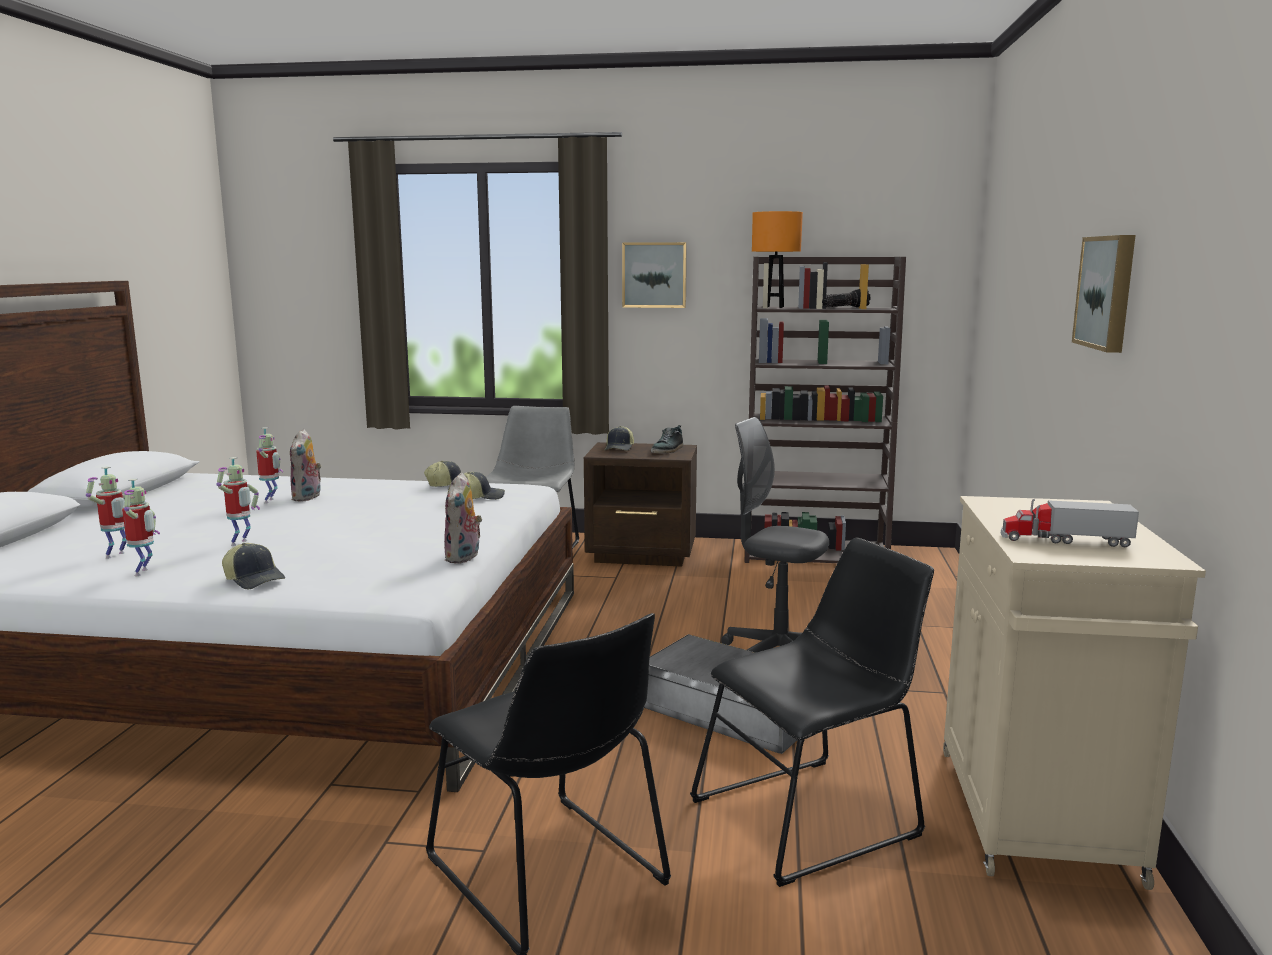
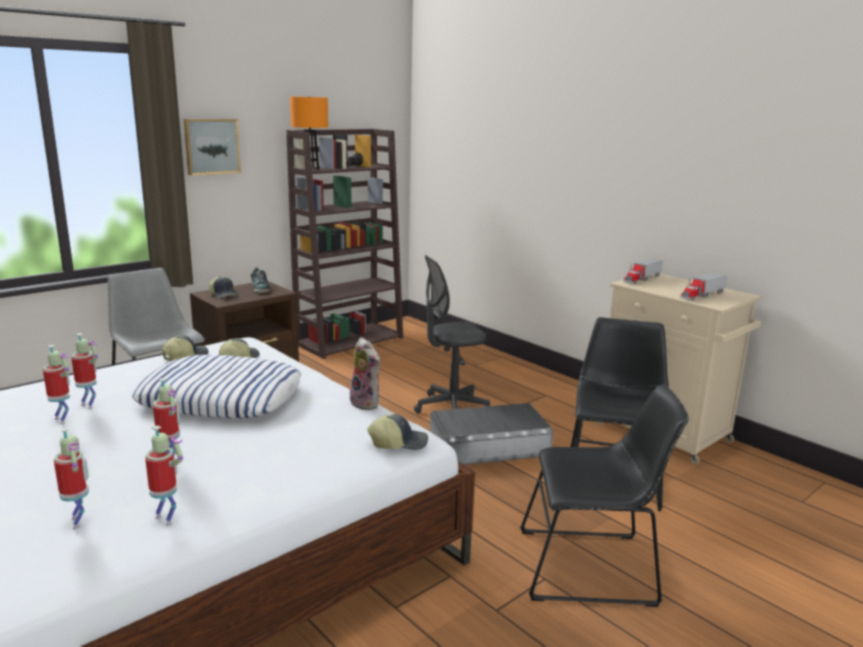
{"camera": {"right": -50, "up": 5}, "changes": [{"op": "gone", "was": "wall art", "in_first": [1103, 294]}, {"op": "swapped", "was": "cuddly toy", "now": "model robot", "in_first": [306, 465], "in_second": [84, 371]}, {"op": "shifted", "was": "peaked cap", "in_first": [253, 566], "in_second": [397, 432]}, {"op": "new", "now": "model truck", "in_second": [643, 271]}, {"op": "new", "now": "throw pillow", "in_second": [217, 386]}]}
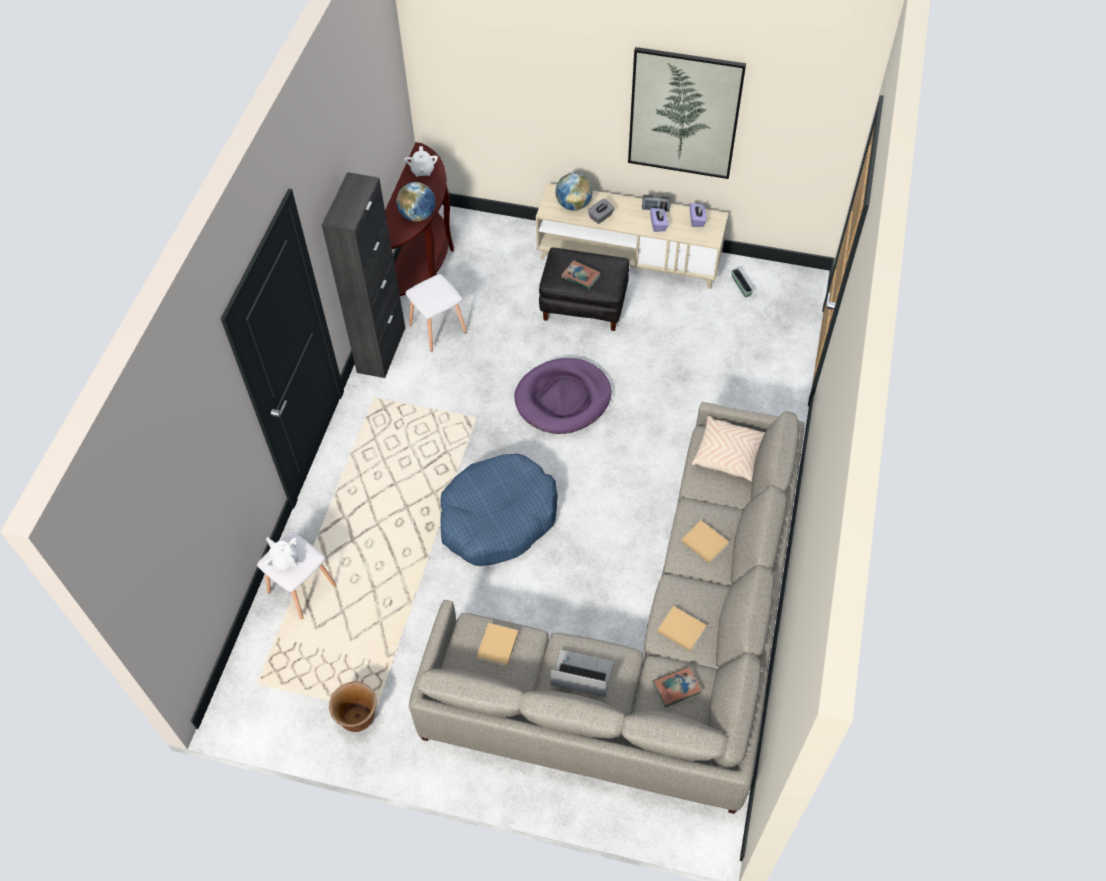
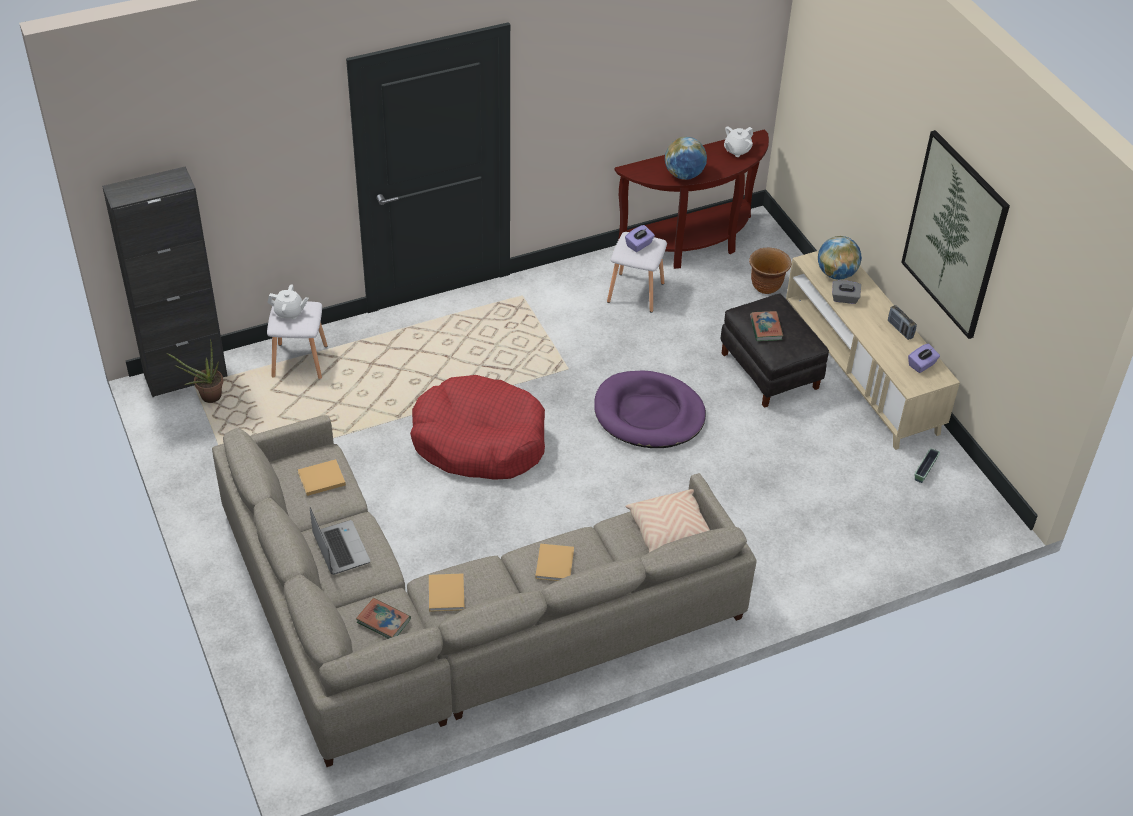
{"camera": {"right": 50, "up": -10}, "changes": [{"op": "shifted", "was": "black cupboard", "in_first": [363, 275], "in_second": [164, 281]}, {"op": "shifted", "was": "purplish tissue holder", "in_first": [659, 220], "in_second": [640, 238]}, {"op": "repainted", "was": "blue pet bed", "now": "reddish pet bed", "in_first": [499, 510], "in_second": [477, 427]}, {"op": "rotated", "was": "white-coloured pot for tea", "in_first": [282, 554], "in_second": [287, 301], "clockwise": 90}, {"op": "shifted", "was": "brown-coloured plant pot", "in_first": [353, 706], "in_second": [770, 270]}, {"op": "new", "now": "plant in a pot", "in_second": [195, 371]}]}
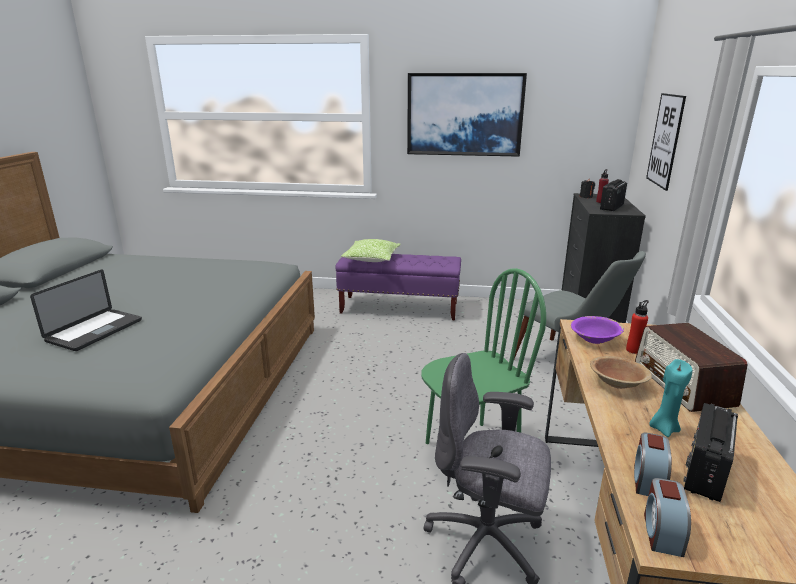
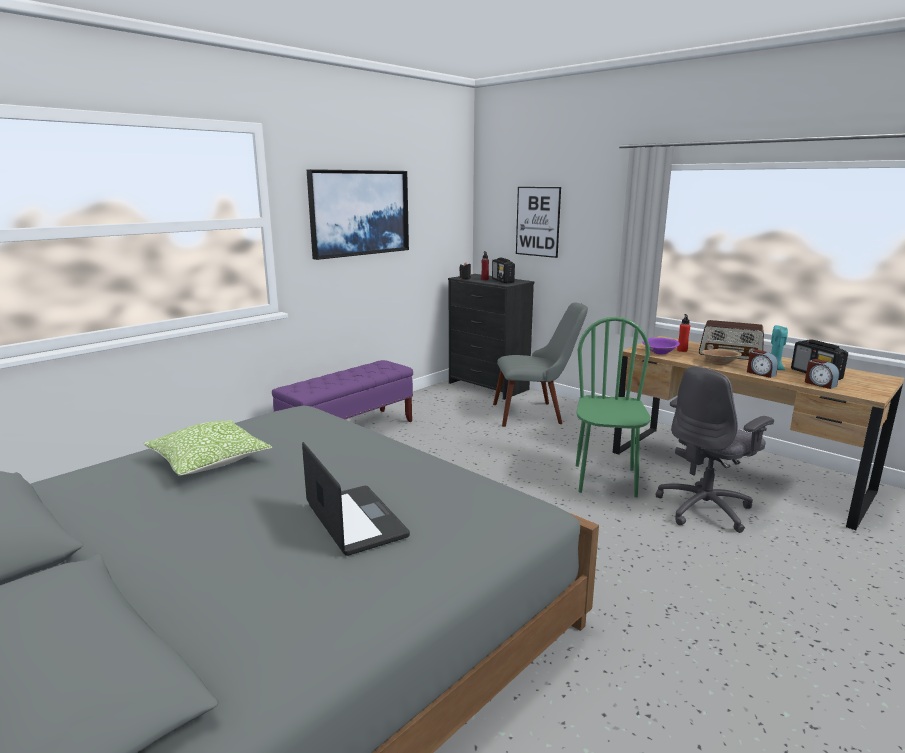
{"camera": {"right": -55, "up": -5}, "changes": [{"op": "shifted", "was": "throw pillow", "in_first": [371, 250], "in_second": [207, 448]}, {"op": "shifted", "was": "alarm clock", "in_first": [667, 517], "in_second": [762, 364]}]}
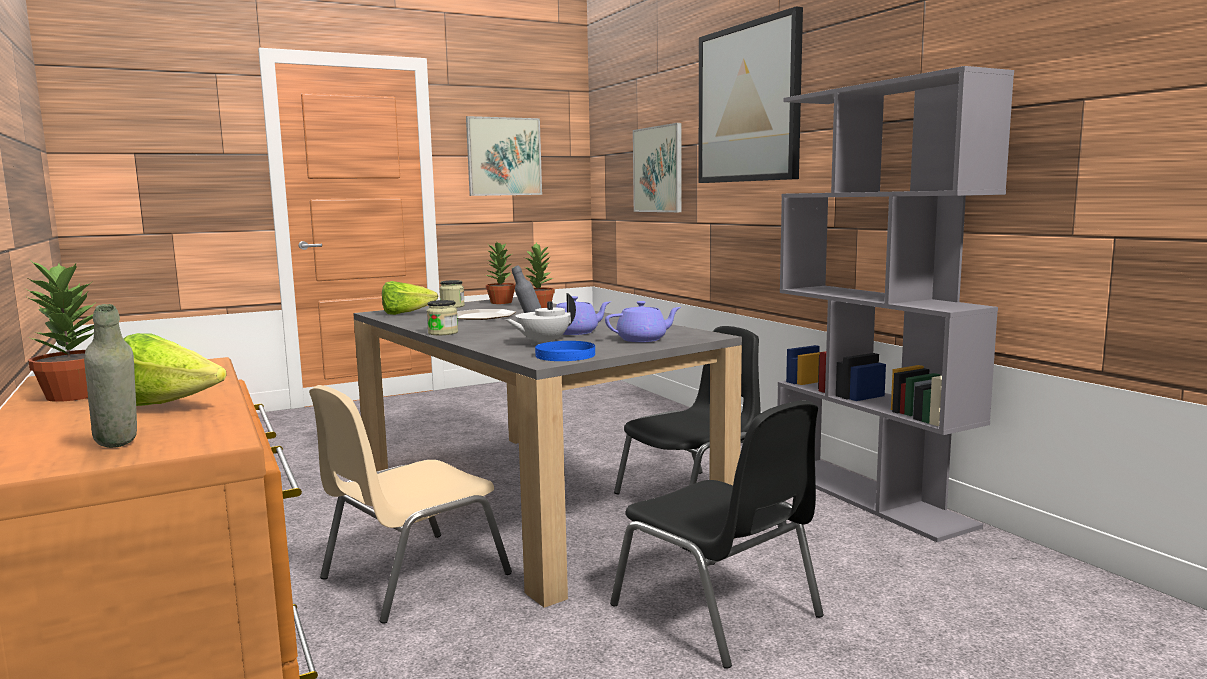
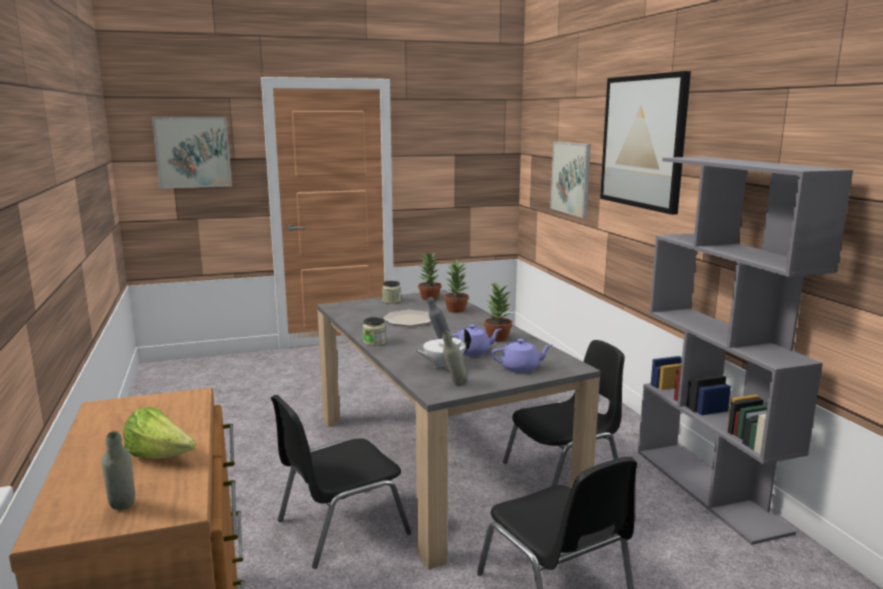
{"camera": {"right": 10, "up": 5}, "changes": [{"op": "shifted", "was": "wall art", "in_first": [504, 156], "in_second": [192, 153]}, {"op": "shifted", "was": "plant in a pot", "in_first": [60, 330], "in_second": [498, 311]}, {"op": "gone", "was": "head of lettuce", "in_first": [410, 298]}, {"op": "swapped", "was": "blue dinner plate", "now": "gray bottle", "in_first": [565, 351], "in_second": [455, 358]}, {"op": "repainted", "was": "sand-coloured chair", "now": "black chair", "in_first": [410, 504], "in_second": [341, 482]}]}
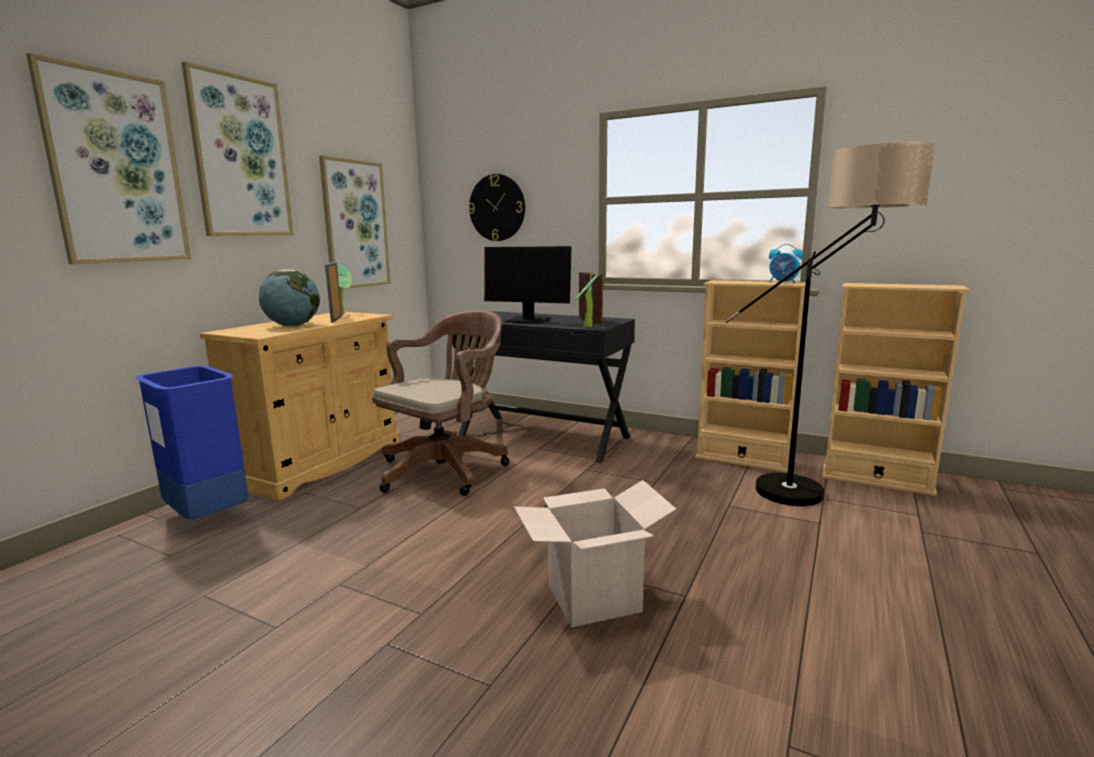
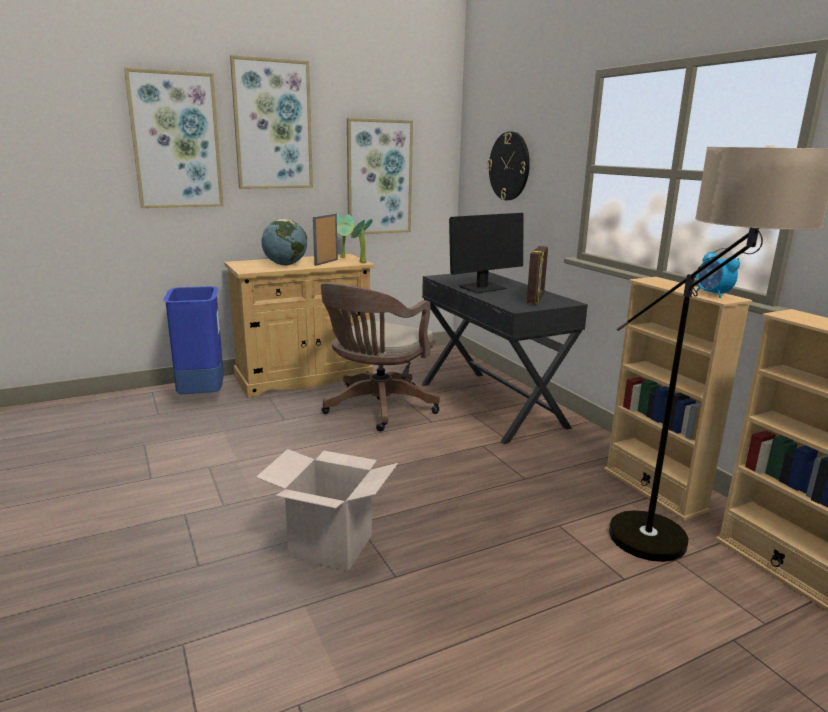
{"camera": {"right": 35, "up": 5}, "changes": [{"op": "rotated", "was": "computer display", "in_first": [527, 285], "in_second": [486, 253], "clockwise": -90}, {"op": "shifted", "was": "plant in a pot", "in_first": [587, 301], "in_second": [362, 241]}, {"op": "rotated", "was": "brown-coloured desk chair", "in_first": [440, 403], "in_second": [380, 357], "clockwise": 135}]}
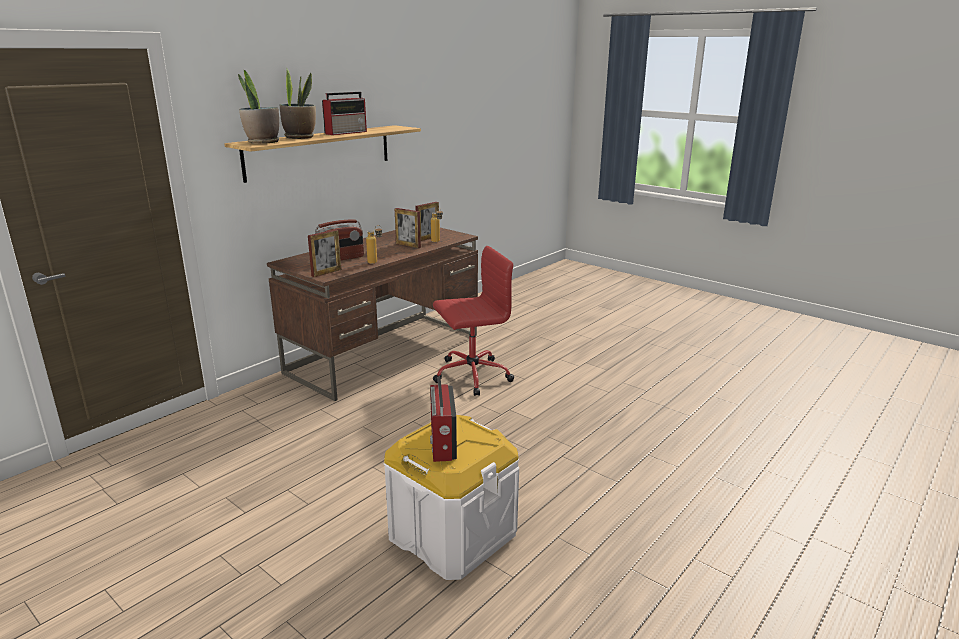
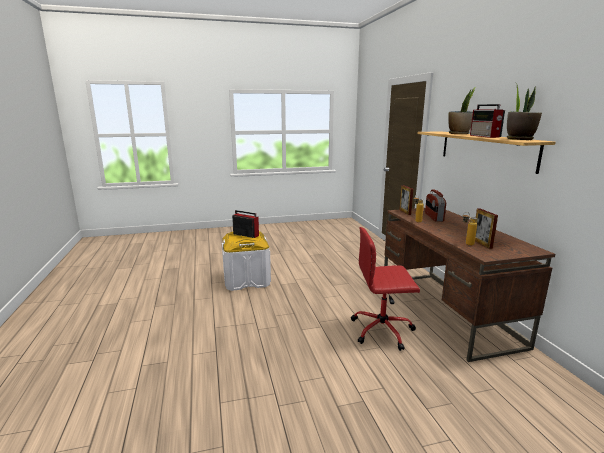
{"camera": {"right": 125, "up": -5}, "changes": [{"op": "shifted", "was": "plant in a pot", "in_first": [258, 106], "in_second": [524, 111]}, {"op": "gone", "was": "photo frame", "in_first": [408, 228]}, {"op": "rotated", "was": "reddish desk chair", "in_first": [473, 321], "in_second": [385, 289], "clockwise": 75}]}
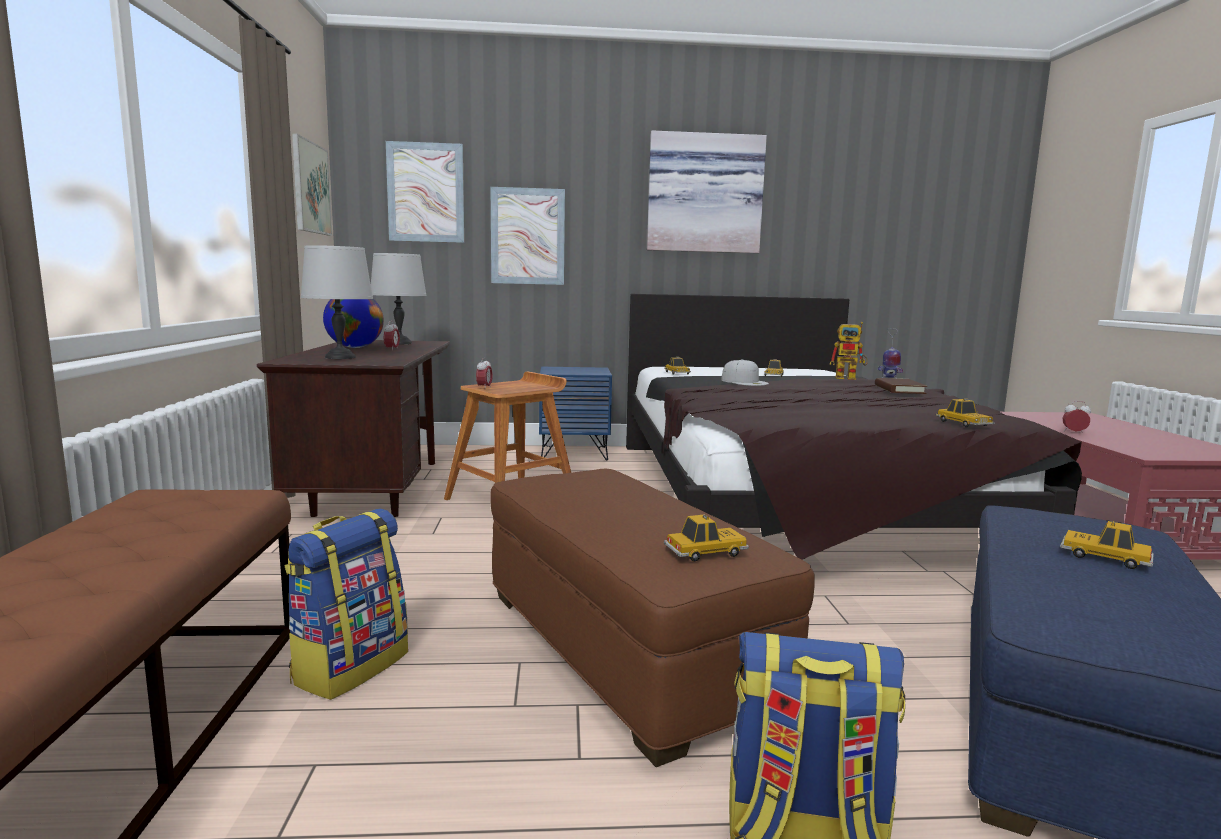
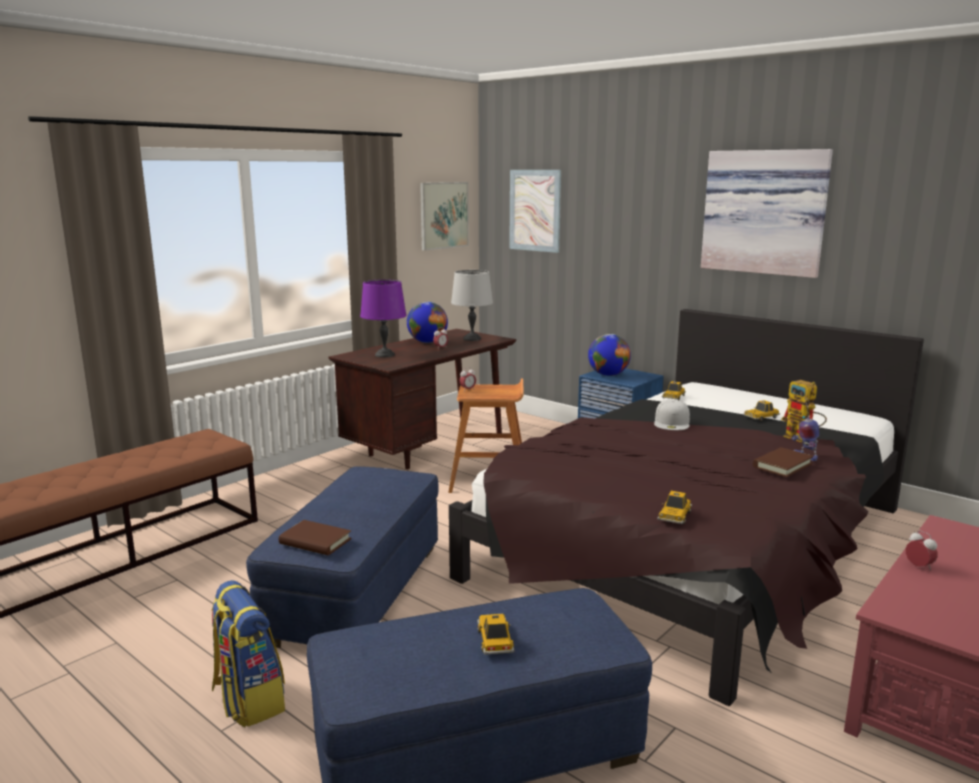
{"camera": {"right": 45, "up": 5}, "changes": [{"op": "gone", "was": "wall art", "in_first": [528, 236]}, {"op": "repainted", "was": "gray tabletop lamp", "now": "purplish tabletop lamp", "in_first": [337, 302], "in_second": [383, 318]}, {"op": "repainted", "was": "brown-coloured ottoman", "now": "blue ottoman", "in_first": [652, 618], "in_second": [342, 557]}, {"op": "gone", "was": "backpack", "in_first": [346, 604]}, {"op": "swapped", "was": "miniature car", "now": "brown-coloured bound book", "in_first": [706, 538], "in_second": [315, 537]}, {"op": "new", "now": "desk globe", "in_second": [609, 355]}]}
